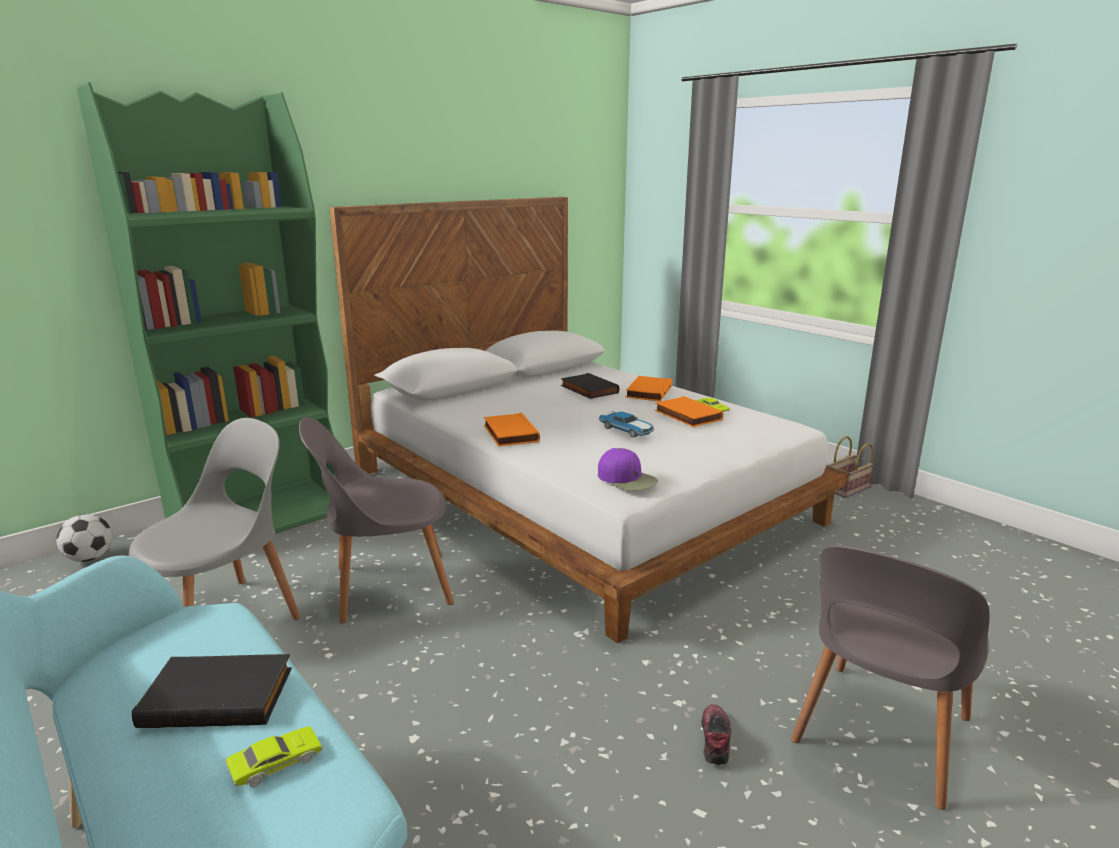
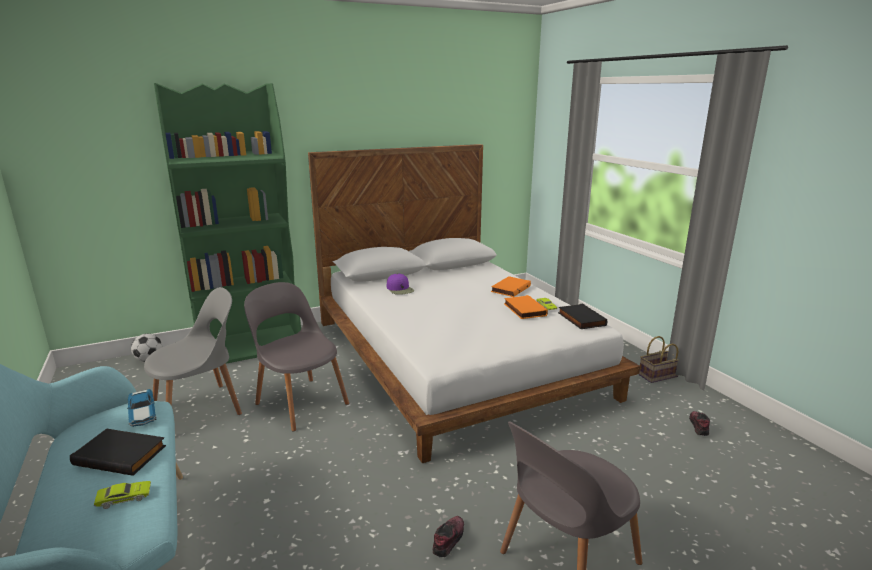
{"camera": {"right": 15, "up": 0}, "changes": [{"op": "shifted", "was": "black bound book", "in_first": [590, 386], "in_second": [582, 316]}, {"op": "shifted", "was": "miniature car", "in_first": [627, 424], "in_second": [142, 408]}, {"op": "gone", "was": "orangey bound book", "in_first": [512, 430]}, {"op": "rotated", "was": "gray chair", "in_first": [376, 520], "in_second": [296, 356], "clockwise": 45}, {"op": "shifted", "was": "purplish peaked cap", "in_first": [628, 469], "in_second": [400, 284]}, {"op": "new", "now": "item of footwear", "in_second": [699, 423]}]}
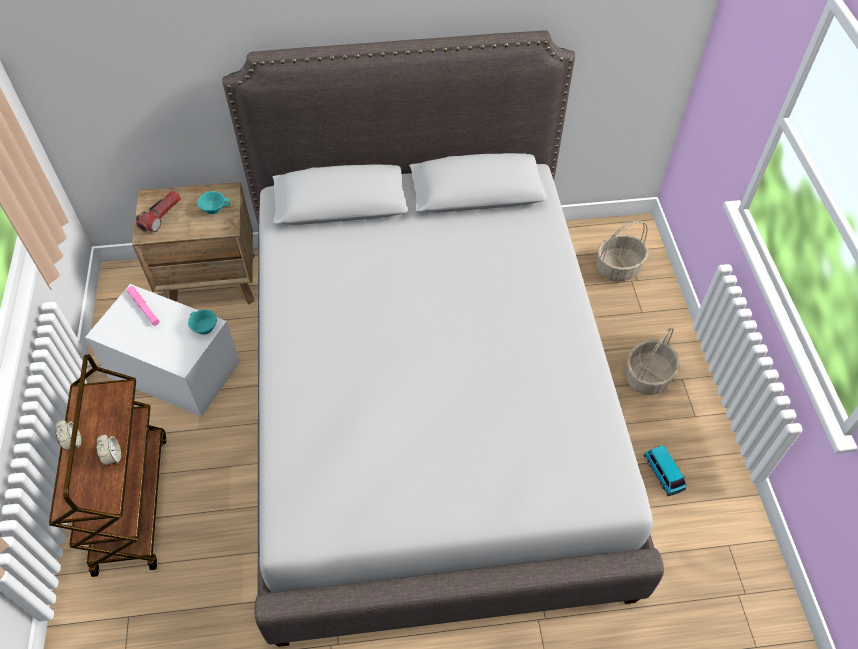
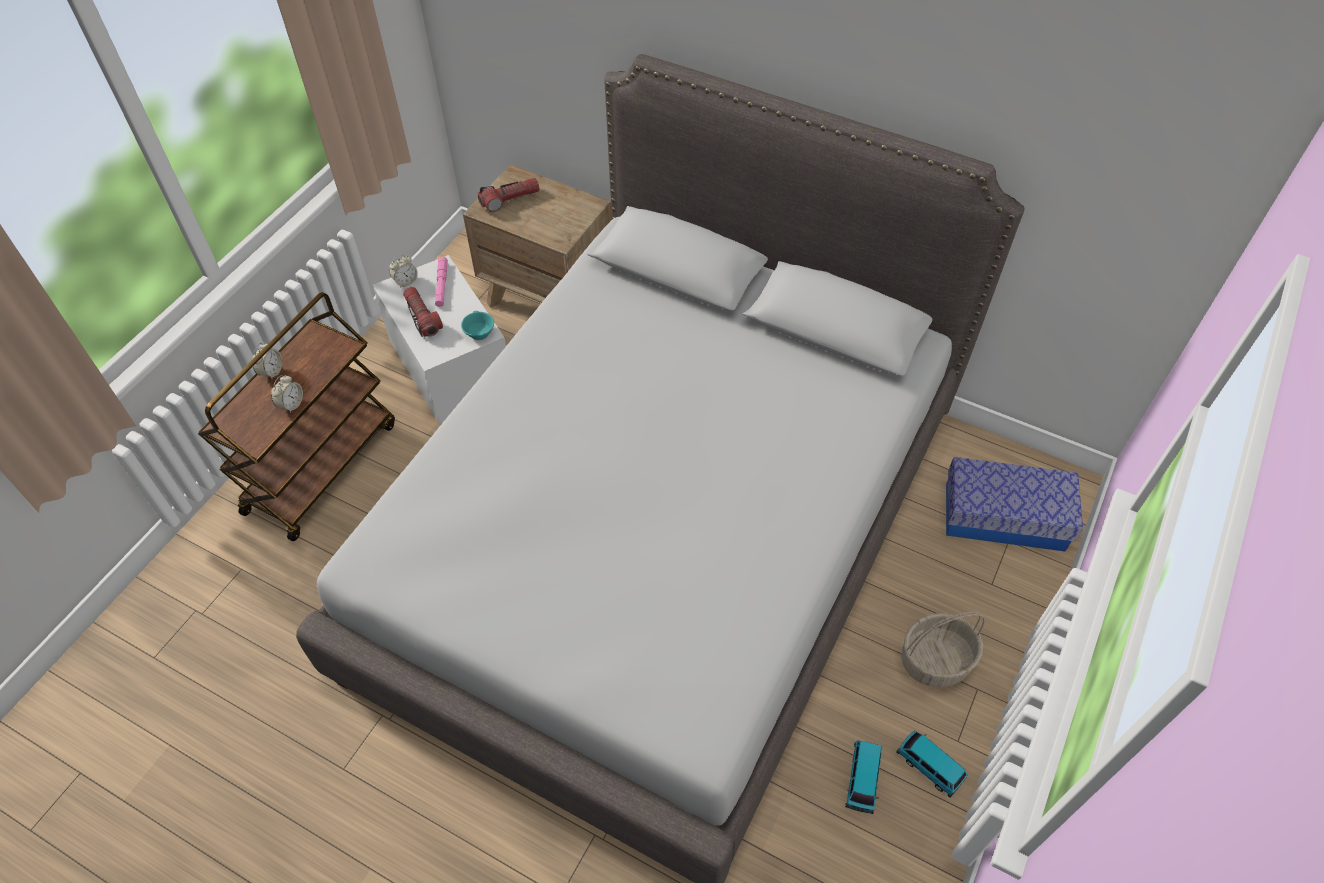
{"camera": {"right": 35, "up": 0}, "changes": [{"op": "gone", "was": "blue-green small cup", "in_first": [213, 203]}, {"op": "swapped", "was": "storage basket", "now": "storage box", "in_first": [622, 250], "in_second": [1014, 504]}, {"op": "new", "now": "alarm clock", "in_second": [403, 271]}, {"op": "new", "now": "flashlight", "in_second": [423, 312]}, {"op": "new", "now": "miniature car", "in_second": [932, 764]}]}
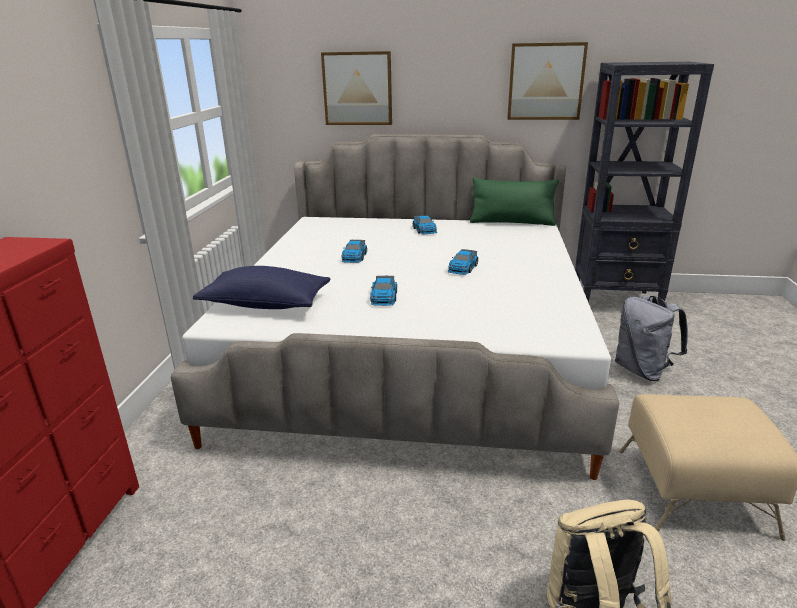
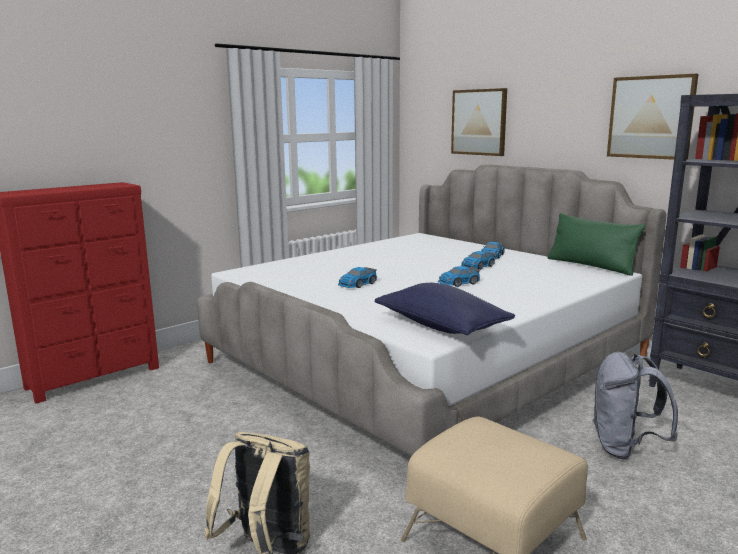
{"camera": {"right": 40, "up": -10}, "changes": [{"op": "shifted", "was": "miniature car", "in_first": [354, 251], "in_second": [478, 260]}, {"op": "shifted", "was": "blue throw pillow", "in_first": [261, 287], "in_second": [445, 309]}]}
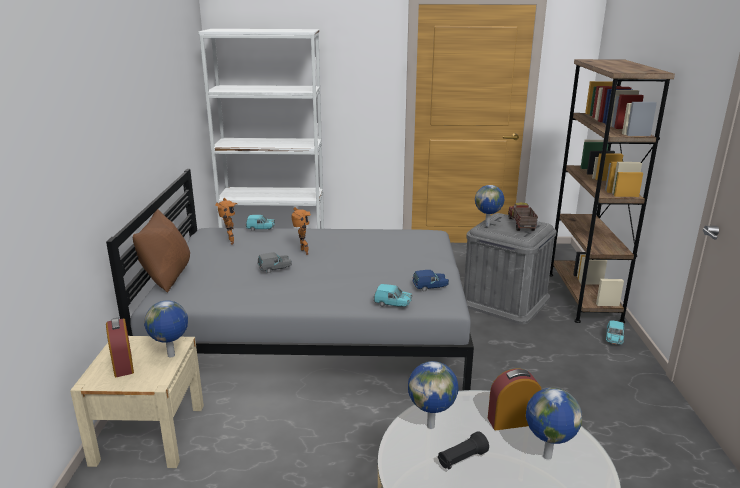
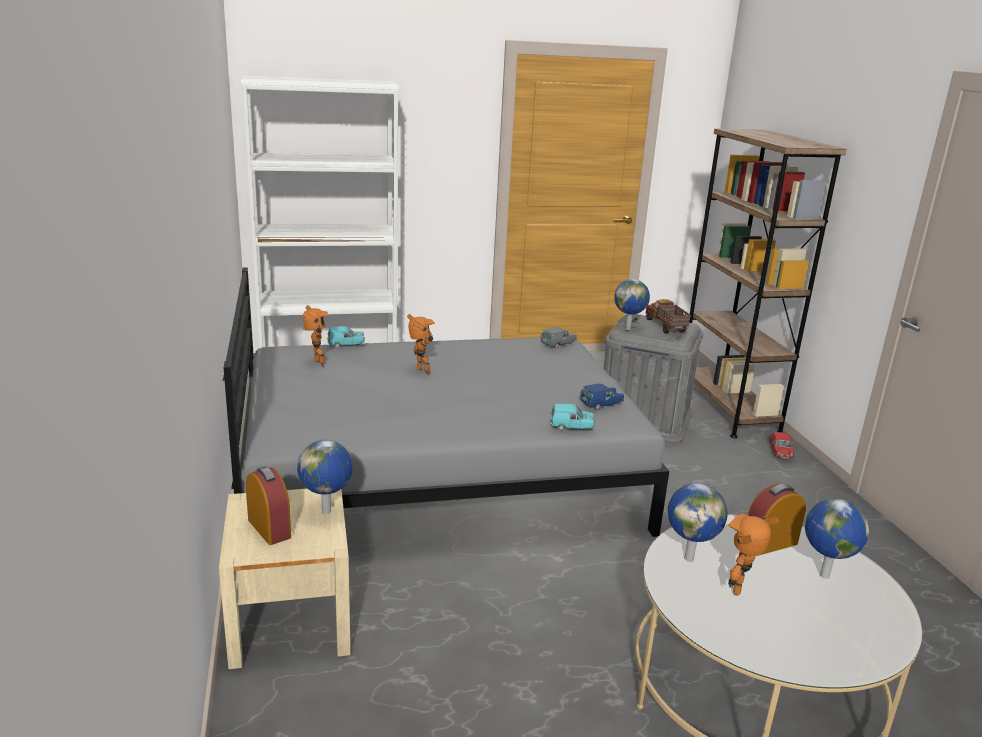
{"camera": {"right": -15, "up": 0}, "changes": [{"op": "gone", "was": "brown-coloured throw pillow", "in_first": [161, 250]}, {"op": "shifted", "was": "gray miniature car", "in_first": [274, 262], "in_second": [558, 338]}, {"op": "repainted", "was": "blue-green miniature car", "now": "reddish miniature car", "in_first": [615, 332], "in_second": [781, 445]}, {"op": "swapped", "was": "black flashlight", "now": "model robot", "in_first": [463, 450], "in_second": [754, 554]}]}
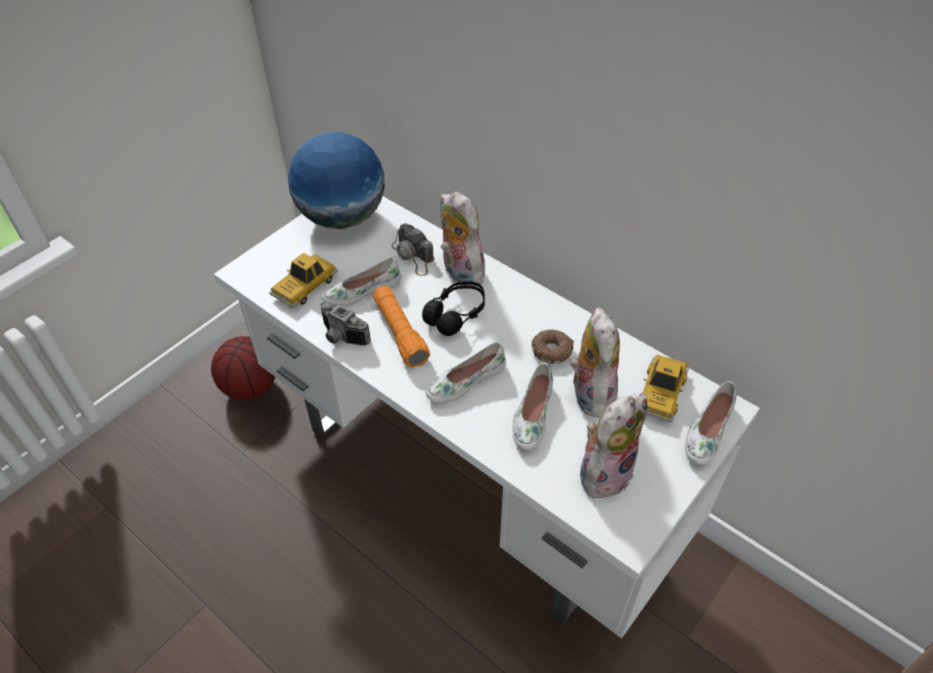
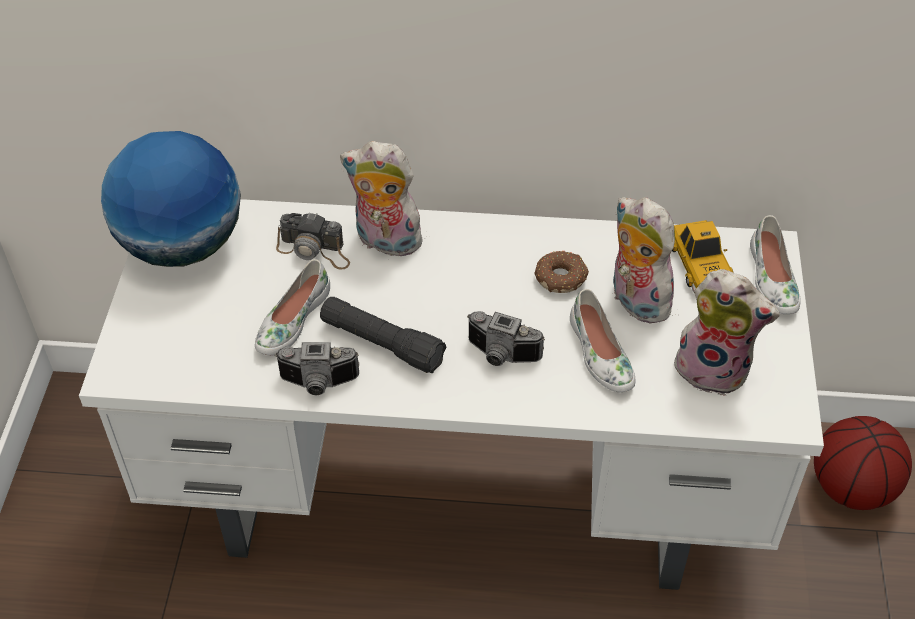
{"camera": {"right": -35, "up": 0}, "changes": [{"op": "gone", "was": "miniature car", "in_first": [303, 280]}, {"op": "gone", "was": "black pair of headphones", "in_first": [453, 308]}, {"op": "repainted", "was": "orangey flashlight", "now": "black flashlight", "in_first": [401, 327], "in_second": [383, 335]}, {"op": "shifted", "was": "basketball", "in_first": [243, 368], "in_second": [863, 463]}, {"op": "swapped", "was": "white-coloured item of footwear", "now": "still camera", "in_first": [466, 373], "in_second": [506, 338]}, {"op": "rotated", "was": "cuddly toy", "in_first": [613, 448], "in_second": [725, 332], "clockwise": 105}]}
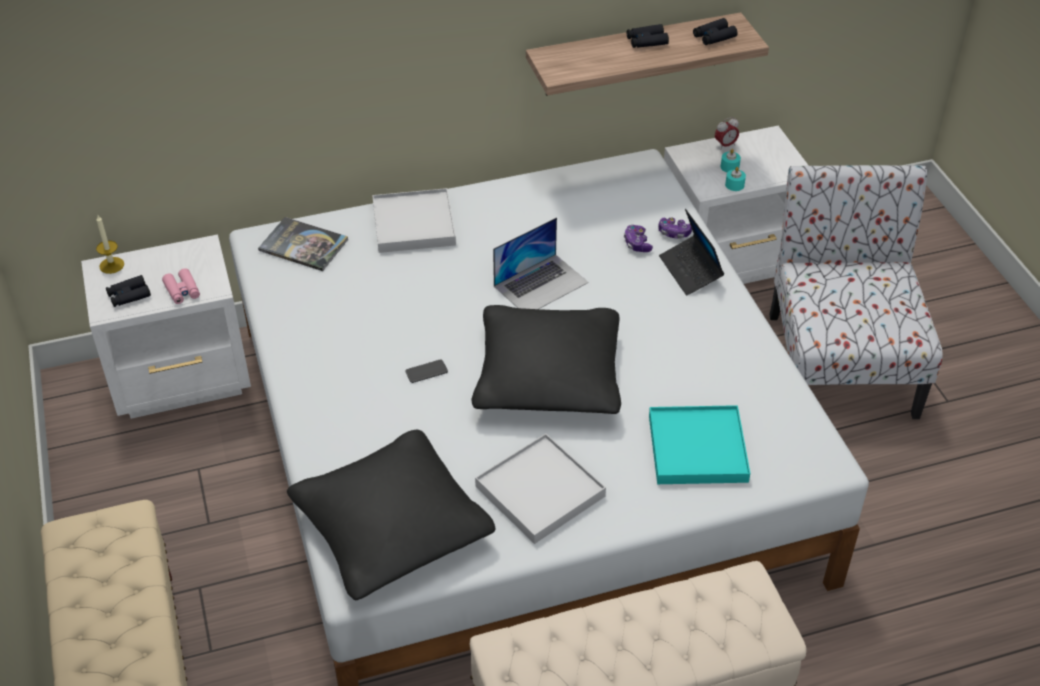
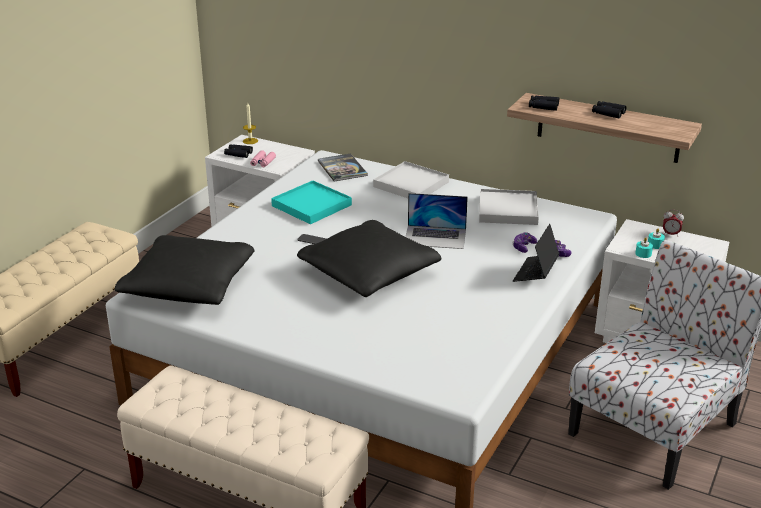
{"camera": {"right": 45, "up": -15}, "changes": [{"op": "shifted", "was": "black field glasses", "in_first": [715, 31], "in_second": [544, 103]}, {"op": "shifted", "was": "blue-green tray", "in_first": [699, 444], "in_second": [311, 202]}, {"op": "shifted", "was": "white-coloured tray", "in_first": [540, 488], "in_second": [509, 207]}]}
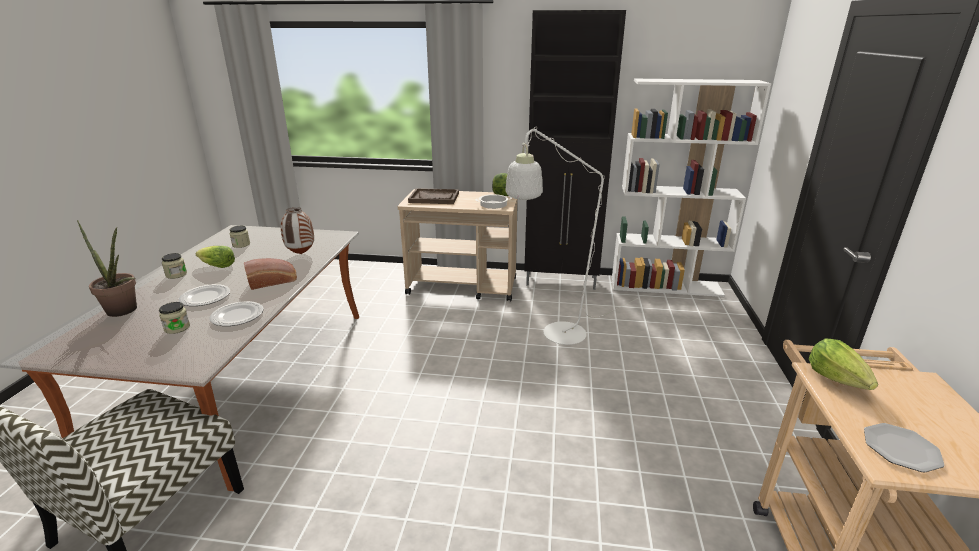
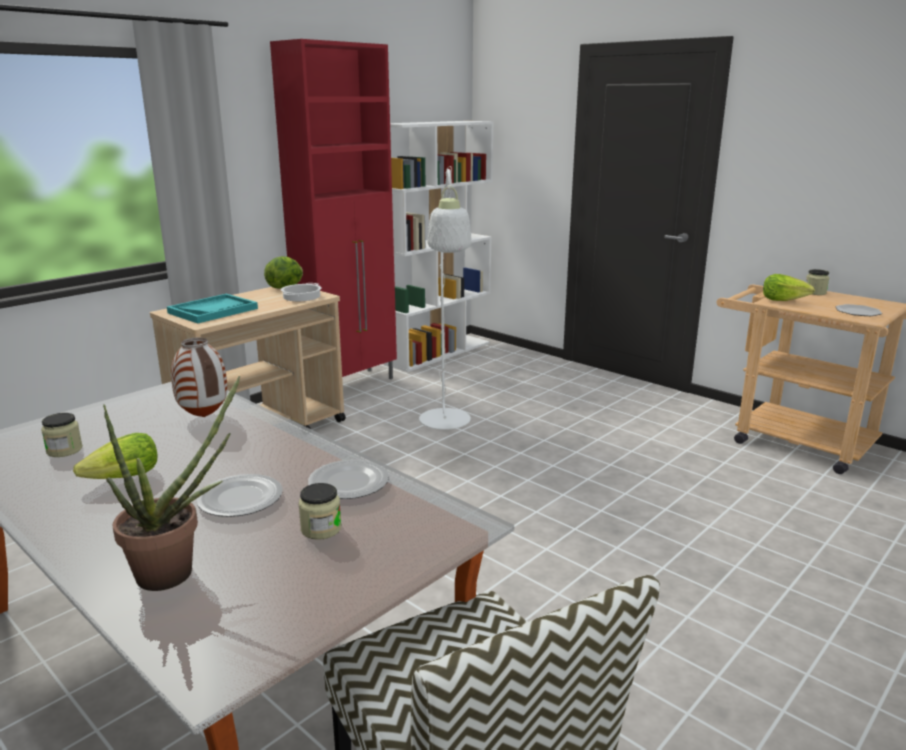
{"camera": {"right": -55, "up": -5}, "changes": [{"op": "repainted", "was": "black cupboard", "now": "reddish cupboard", "in_first": [575, 150], "in_second": [333, 209]}, {"op": "repainted", "was": "brown-coloured tray", "now": "blue-green tray", "in_first": [433, 196], "in_second": [212, 308]}, {"op": "shifted", "was": "jar", "in_first": [174, 266], "in_second": [817, 282]}, {"op": "gone", "was": "bread", "in_first": [270, 274]}]}
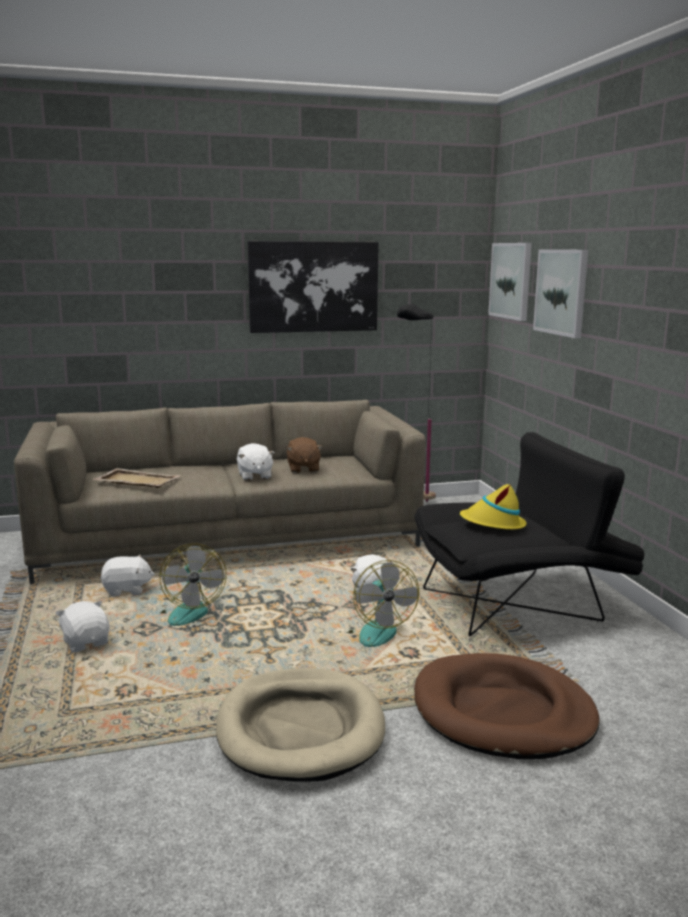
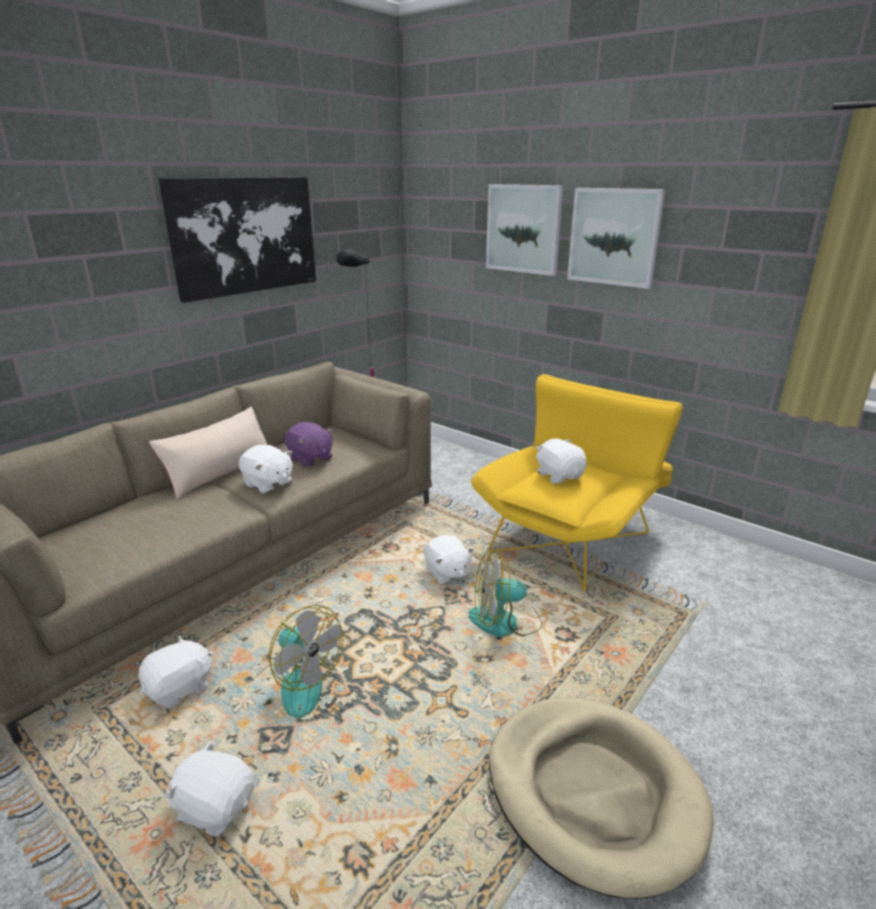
{"camera": {"right": -35, "up": 10}, "changes": [{"op": "shifted", "was": "wall art", "in_first": [510, 282], "in_second": [616, 238]}, {"op": "repainted", "was": "black armchair", "now": "yellowish armchair", "in_first": [530, 534], "in_second": [576, 483]}, {"op": "repainted", "was": "brown-coloured cuddly toy", "now": "purplish cuddly toy", "in_first": [305, 455], "in_second": [309, 444]}, {"op": "gone", "was": "sand-coloured tray", "in_first": [136, 478]}, {"op": "swapped", "was": "yellowish clothing hat", "now": "white-coloured cuddly toy", "in_first": [493, 507], "in_second": [561, 461]}, {"op": "rotated", "was": "cooling fan", "in_first": [383, 603], "in_second": [505, 594], "clockwise": 135}, {"op": "gone", "was": "brown-coloured pet bed", "in_first": [507, 706]}, {"op": "new", "now": "sand-coloured throw pillow", "in_second": [208, 452]}]}
